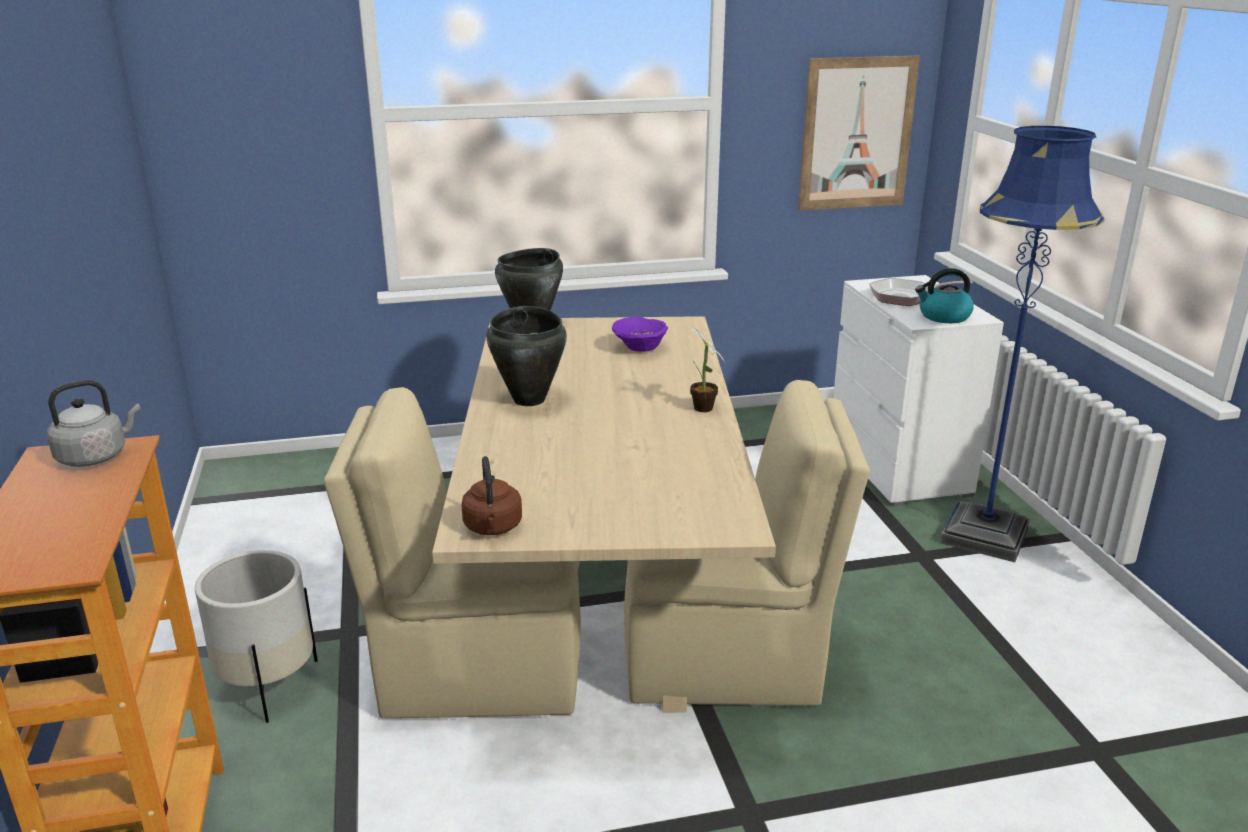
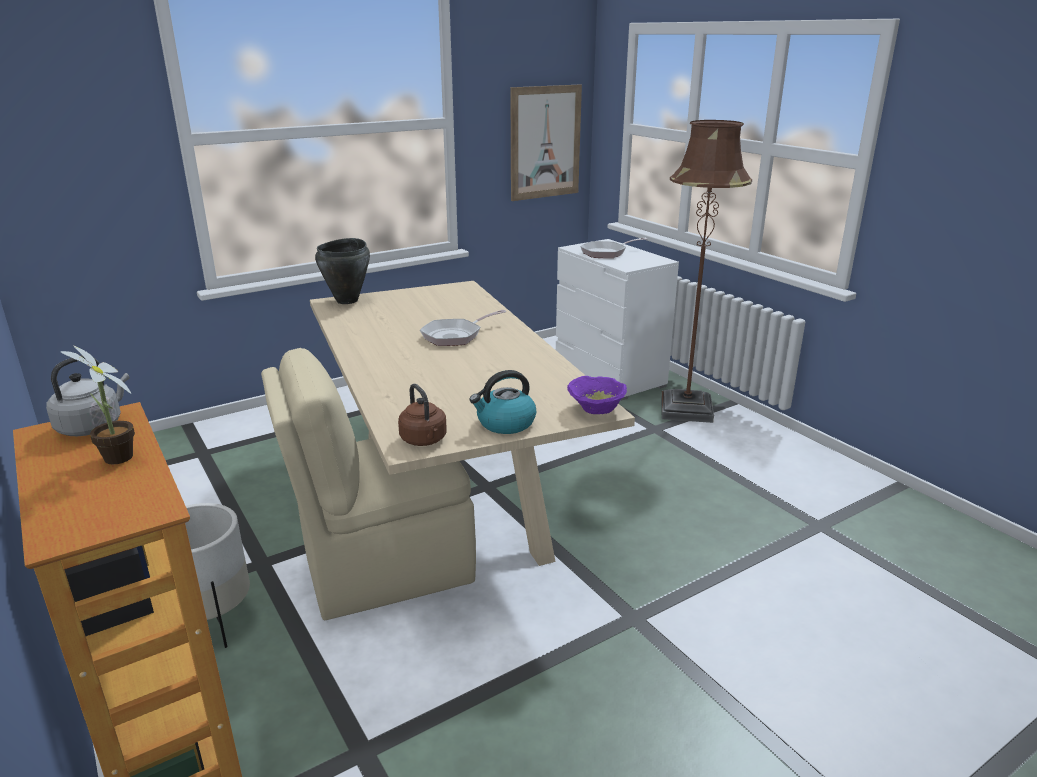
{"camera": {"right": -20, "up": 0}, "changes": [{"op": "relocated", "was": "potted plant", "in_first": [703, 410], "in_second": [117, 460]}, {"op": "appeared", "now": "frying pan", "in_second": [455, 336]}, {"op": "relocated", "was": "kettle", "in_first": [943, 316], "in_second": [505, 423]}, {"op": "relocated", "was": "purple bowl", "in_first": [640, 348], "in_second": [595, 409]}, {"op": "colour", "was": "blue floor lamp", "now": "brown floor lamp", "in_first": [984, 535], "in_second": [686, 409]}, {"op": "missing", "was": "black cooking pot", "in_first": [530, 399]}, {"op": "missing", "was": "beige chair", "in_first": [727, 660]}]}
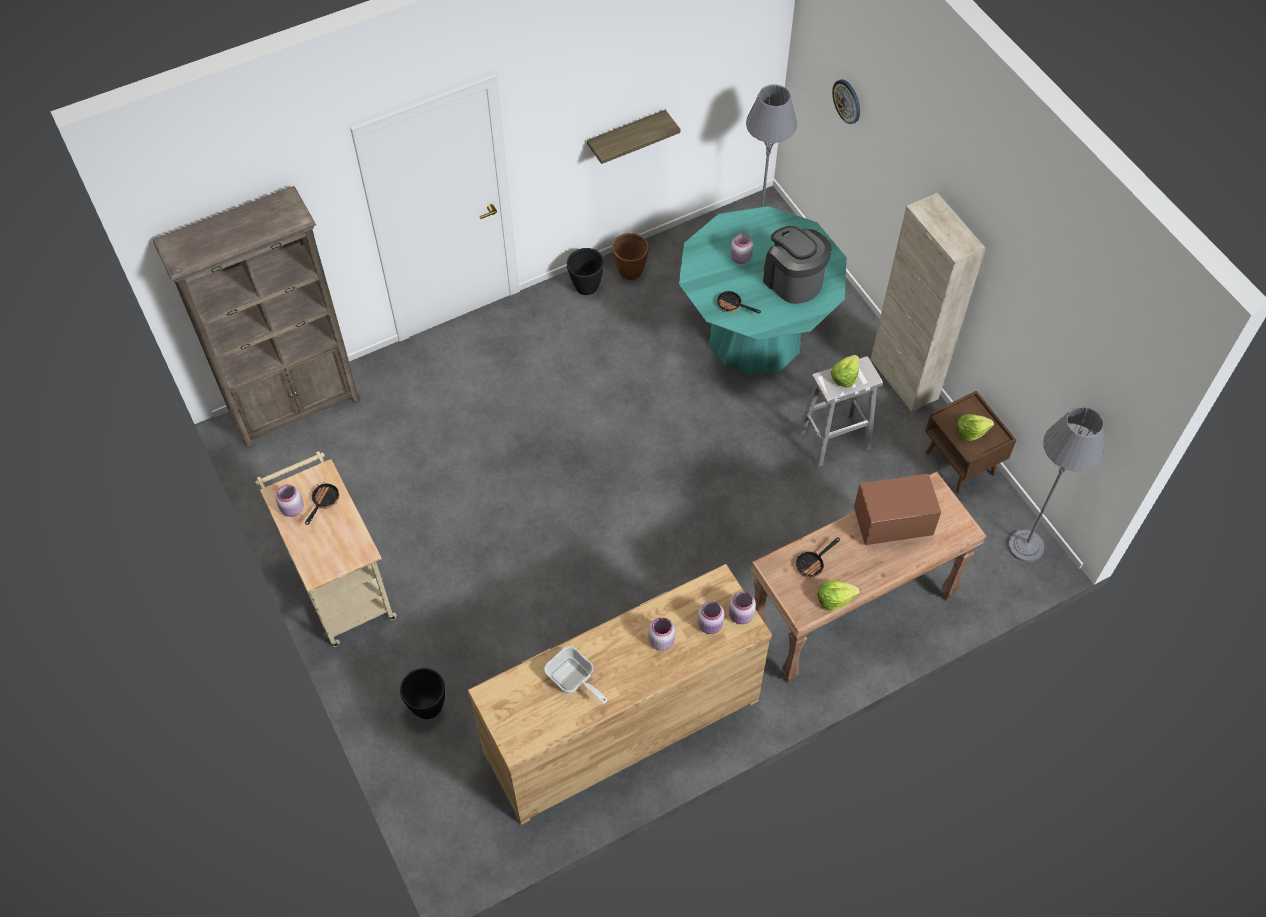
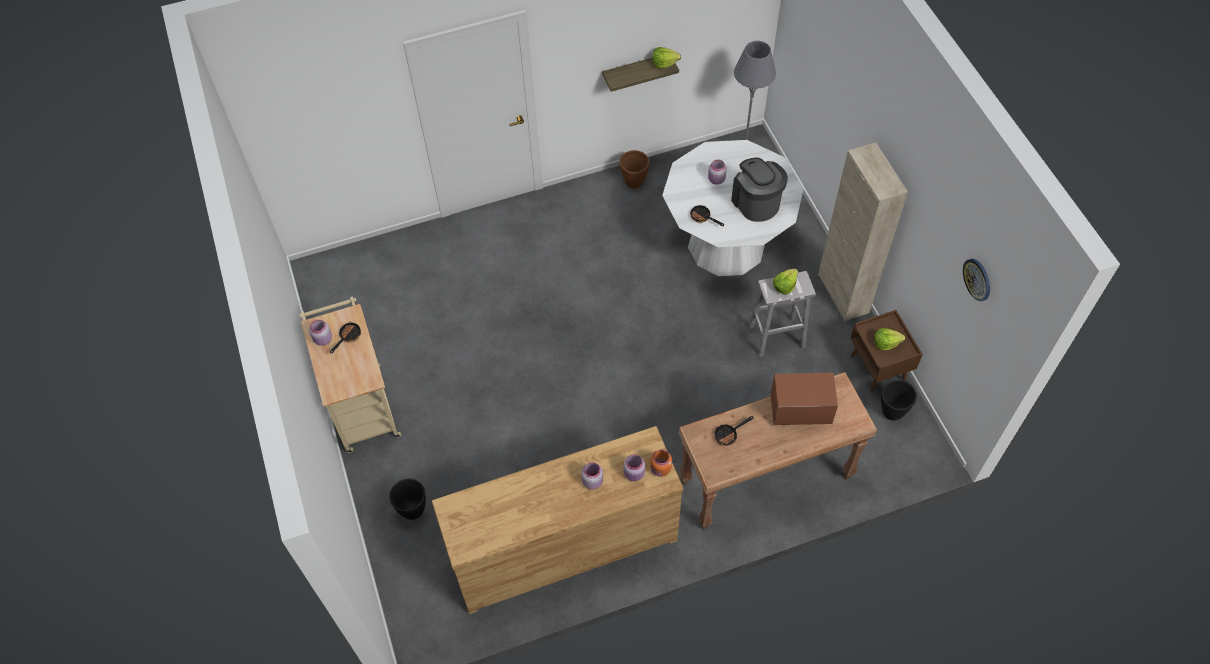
{"camera": {"right": 10, "up": 0}, "changes": [{"op": "colour", "was": "pink jar", "now": "orange jar", "in_first": [741, 616], "in_second": [660, 469]}, {"op": "relocated", "was": "lettuce", "in_first": [834, 599], "in_second": [664, 63]}, {"op": "colour", "was": "turquoise dining table", "now": "white dining table", "in_first": [755, 337], "in_second": [726, 245]}, {"op": "relocated", "was": "black planter", "in_first": [586, 287], "in_second": [892, 412]}, {"op": "relocated", "was": "wall clock", "in_first": [847, 101], "in_second": [977, 279]}, {"op": "missing", "was": "brown bookcase", "in_first": [296, 407]}, {"op": "missing", "was": "frying pan", "in_first": [573, 681]}, {"op": "missing", "was": "grey floor lamp", "in_first": [1025, 546]}]}
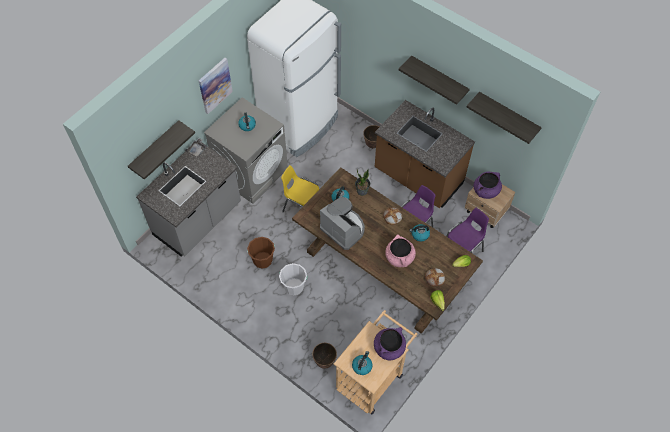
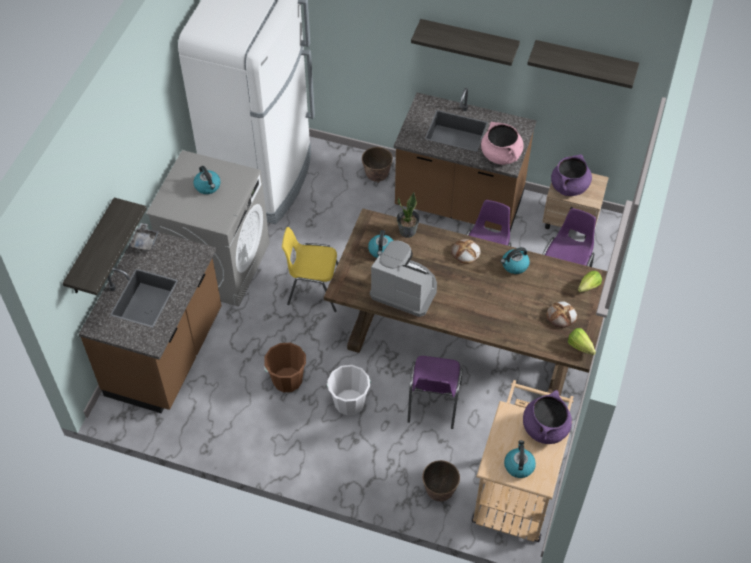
{"camera": {"right": -20, "up": -5}, "changes": [{"op": "colour", "was": "grey counter", "now": "brown counter", "in_first": [198, 220], "in_second": [166, 354]}, {"op": "appeared", "now": "purple chair", "in_second": [433, 404]}, {"op": "relocated", "was": "pink cooking pot", "in_first": [399, 257], "in_second": [501, 155]}, {"op": "missing", "was": "picture", "in_first": [215, 85]}]}
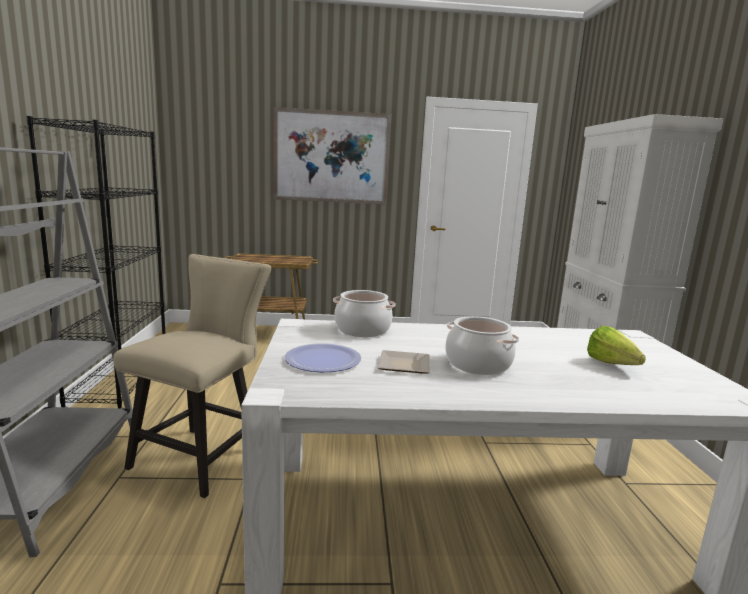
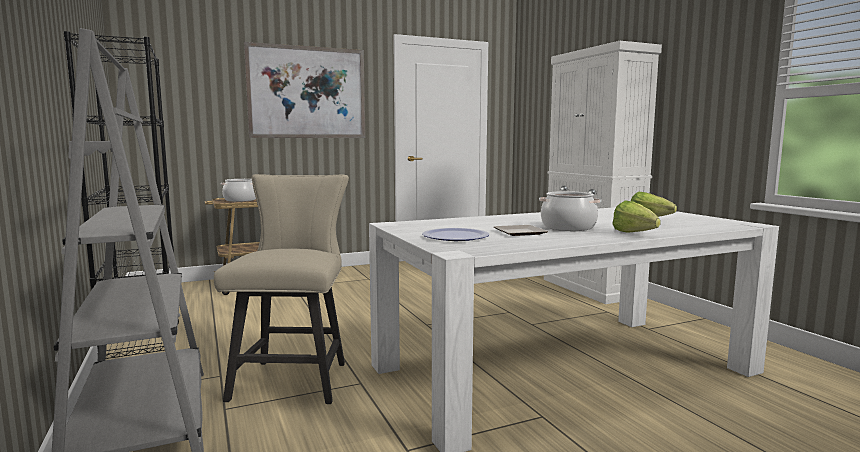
{"camera": {"right": -20, "up": -5}, "changes": [{"op": "relocated", "was": "cooking pot", "in_first": [362, 330], "in_second": [240, 200]}, {"op": "appeared", "now": "lettuce", "in_second": [636, 234]}]}
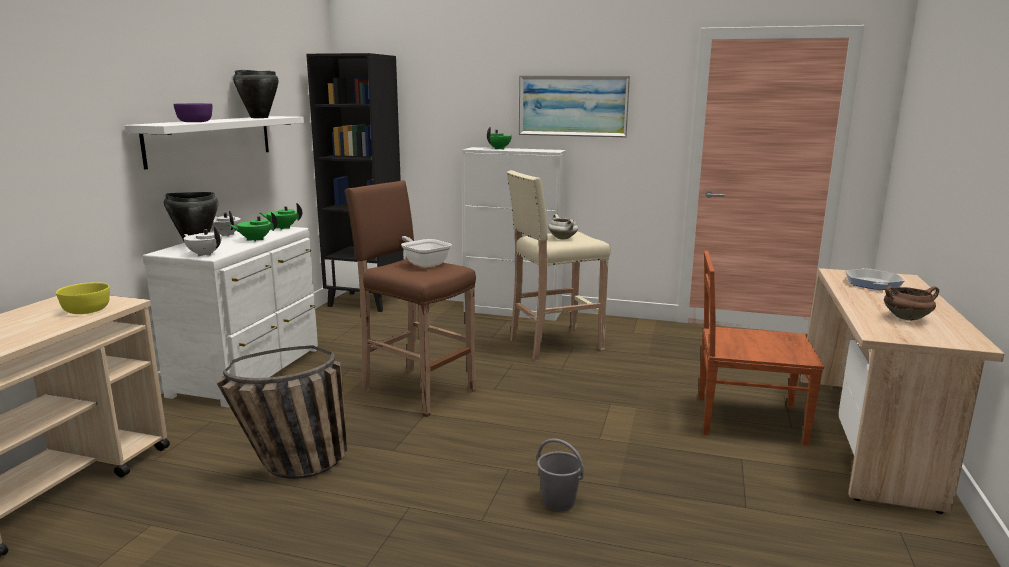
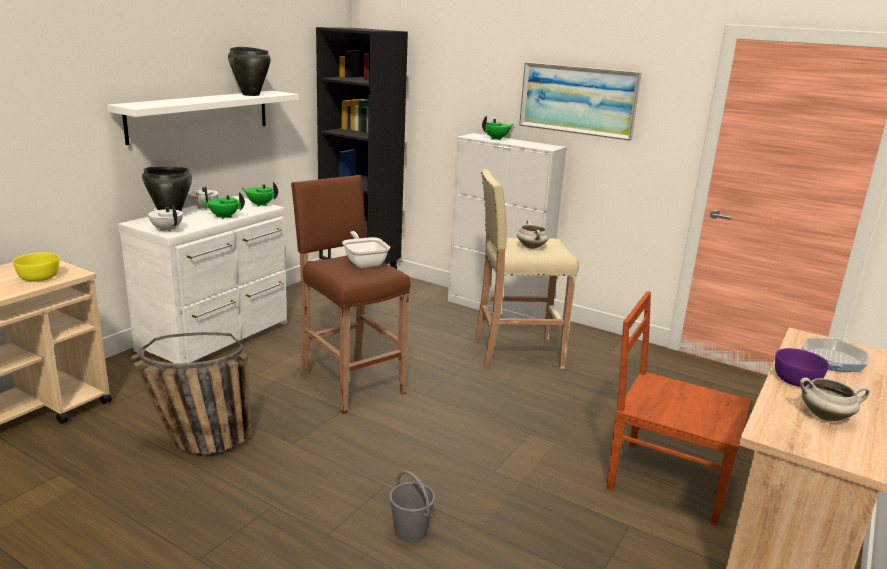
{"camera": {"right": 15, "up": 5}, "changes": [{"op": "relocated", "was": "purple bowl", "in_first": [194, 121], "in_second": [796, 380]}, {"op": "colour", "was": "brown cooking pot", "now": "white cooking pot", "in_first": [907, 318], "in_second": [826, 416]}]}
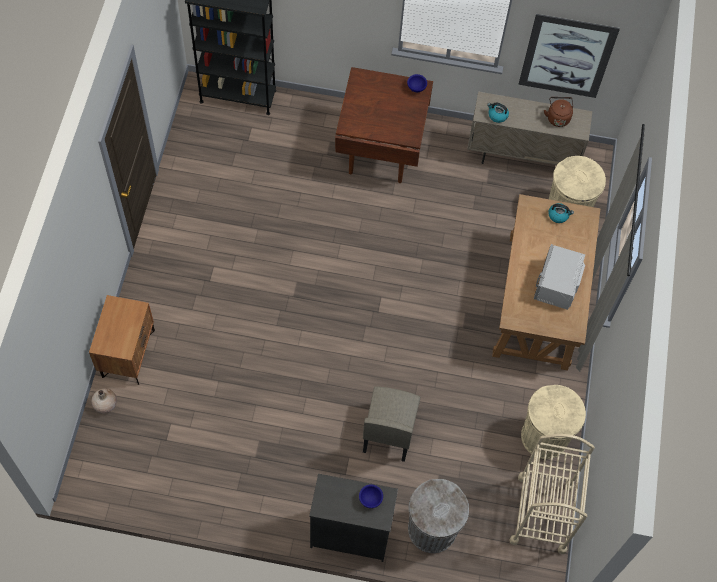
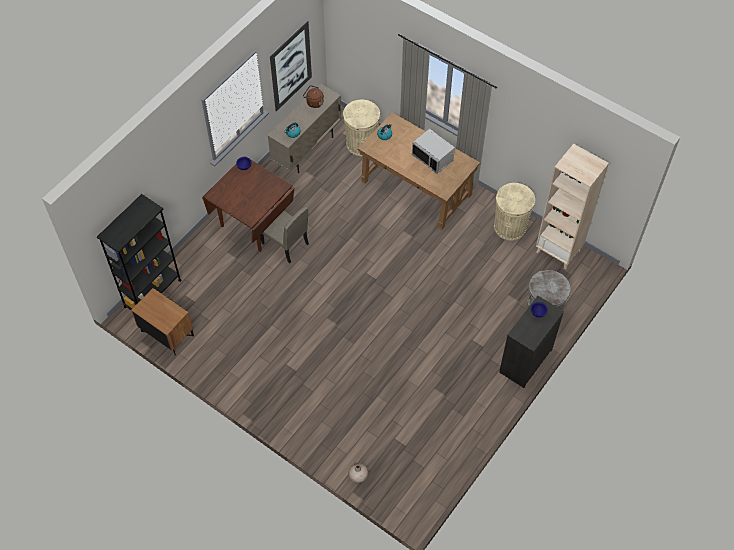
{"camera": {"right": -60, "up": -5}, "changes": [{"op": "relocated", "was": "brown nightstand", "in_first": [127, 353], "in_second": [167, 334]}, {"op": "relocated", "was": "beige chair", "in_first": [388, 432], "in_second": [285, 244]}, {"op": "exchanged", "was": "beige cart", "now": "beige bookcase", "in_first": [542, 513], "in_second": [559, 251]}]}
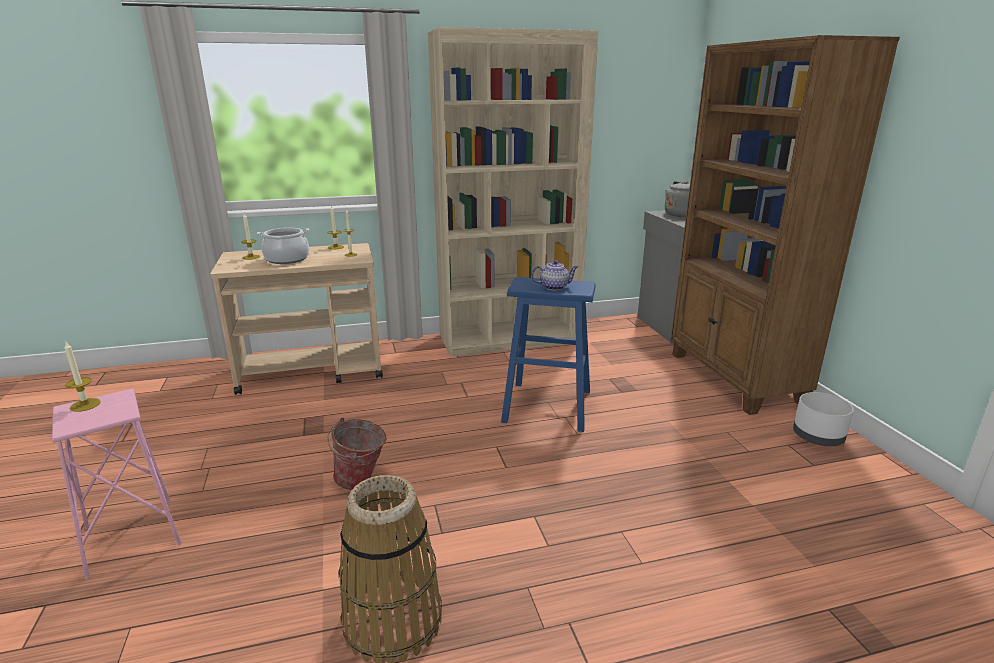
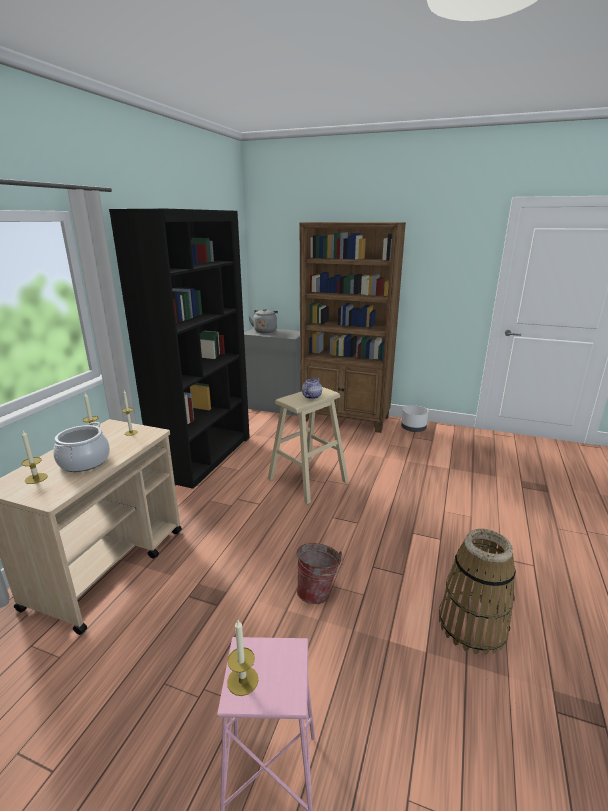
{"camera": {"right": -55, "up": 0}, "changes": [{"op": "colour", "was": "beige bookcase", "now": "black bookcase", "in_first": [509, 338], "in_second": [204, 456]}, {"op": "colour", "was": "blue stool", "now": "beige stool", "in_first": [548, 405], "in_second": [307, 480]}]}
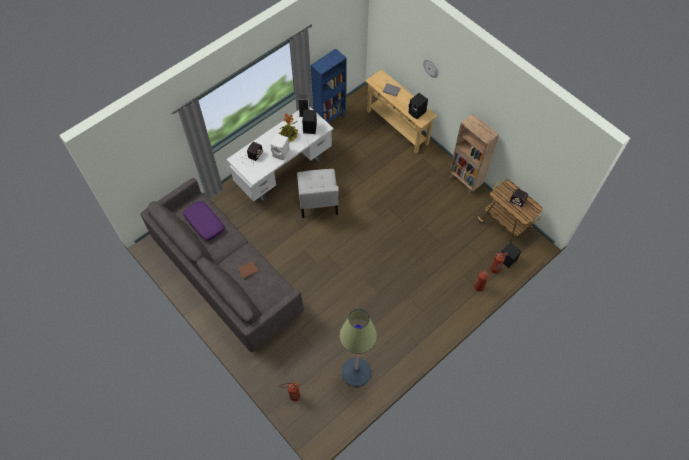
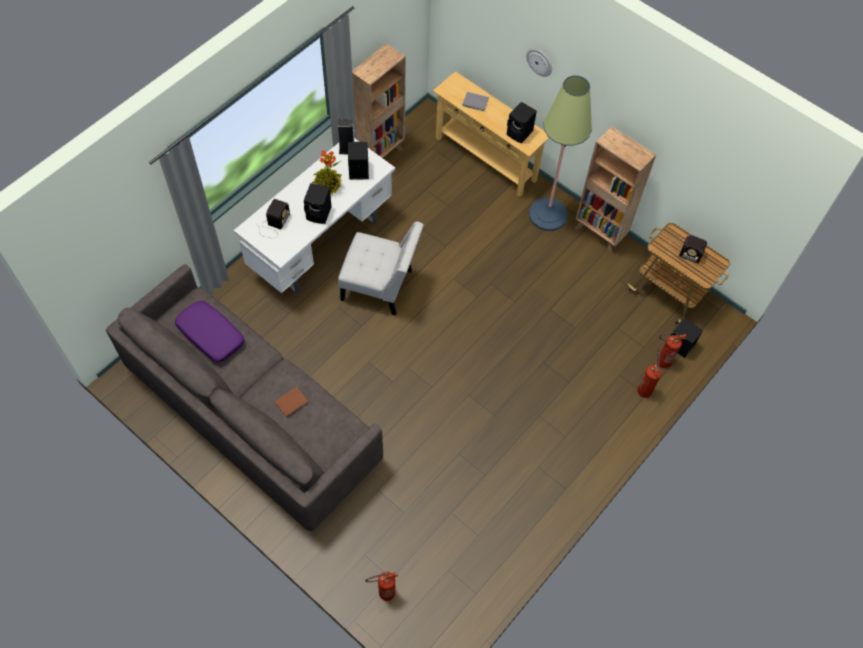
{"camera": {"right": -10, "up": 0}, "changes": [{"op": "colour", "was": "white speaker", "now": "black speaker", "in_first": [281, 153], "in_second": [319, 213]}, {"op": "spun", "was": "white chair", "in_first": [318, 203], "in_second": [381, 287], "clockwise": -60}, {"op": "colour", "was": "blue bookcase", "now": "brown bookcase", "in_first": [330, 118], "in_second": [381, 154]}, {"op": "relocated", "was": "floor lamp", "in_first": [356, 372], "in_second": [548, 214]}]}
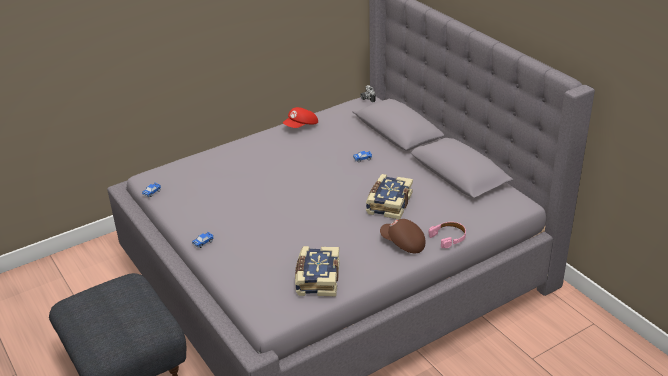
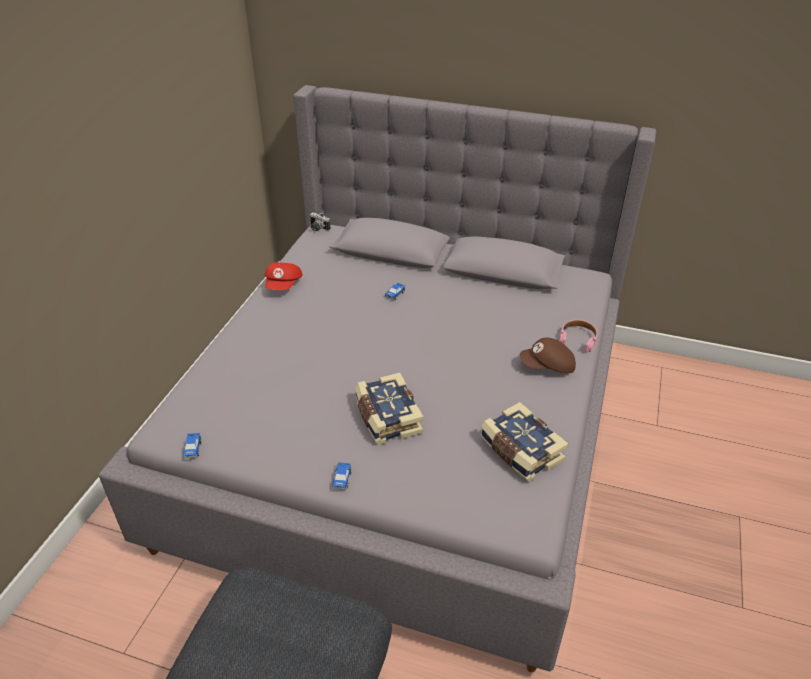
{"camera": {"right": -40, "up": 5}, "changes": [{"op": "relocated", "was": "book", "in_first": [388, 204], "in_second": [387, 418]}]}
